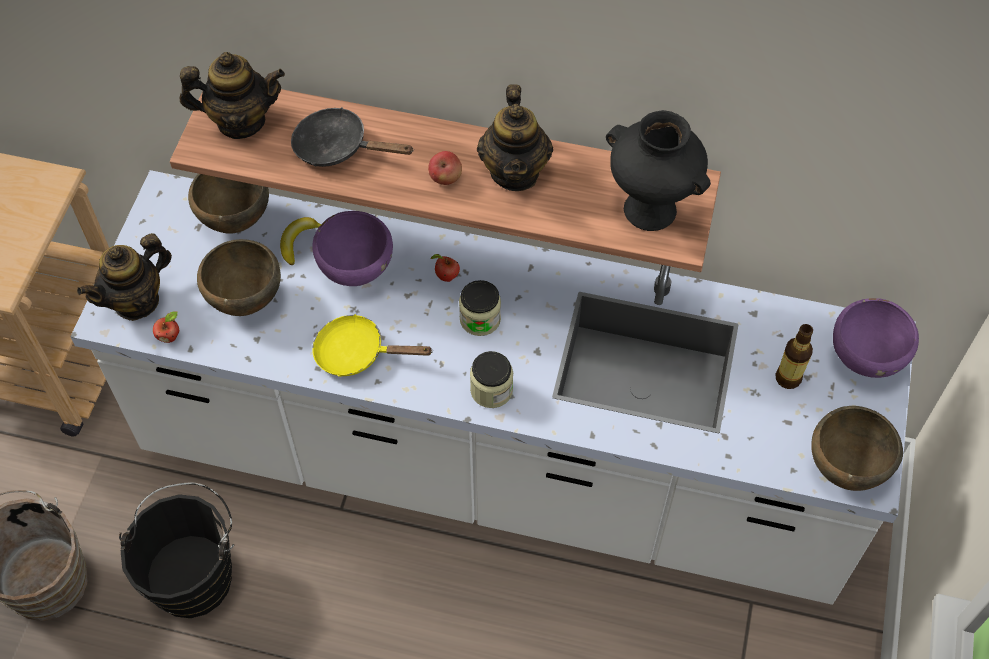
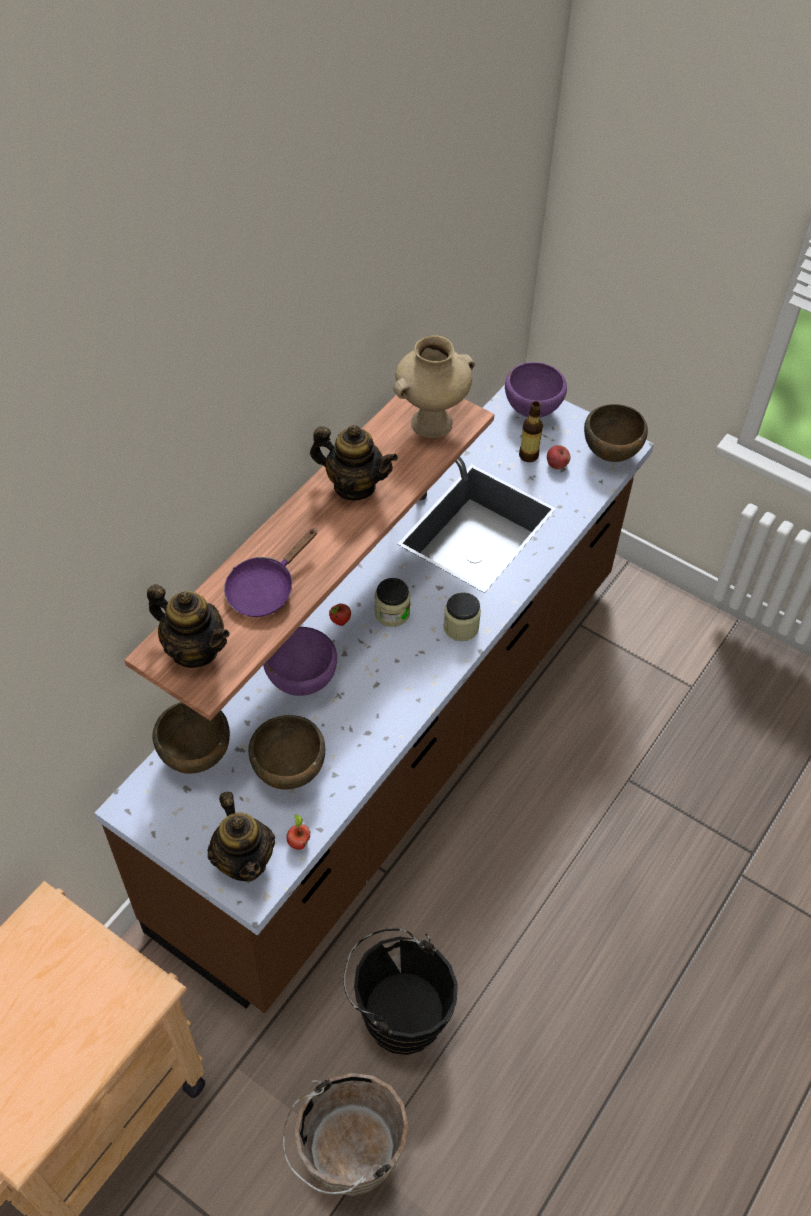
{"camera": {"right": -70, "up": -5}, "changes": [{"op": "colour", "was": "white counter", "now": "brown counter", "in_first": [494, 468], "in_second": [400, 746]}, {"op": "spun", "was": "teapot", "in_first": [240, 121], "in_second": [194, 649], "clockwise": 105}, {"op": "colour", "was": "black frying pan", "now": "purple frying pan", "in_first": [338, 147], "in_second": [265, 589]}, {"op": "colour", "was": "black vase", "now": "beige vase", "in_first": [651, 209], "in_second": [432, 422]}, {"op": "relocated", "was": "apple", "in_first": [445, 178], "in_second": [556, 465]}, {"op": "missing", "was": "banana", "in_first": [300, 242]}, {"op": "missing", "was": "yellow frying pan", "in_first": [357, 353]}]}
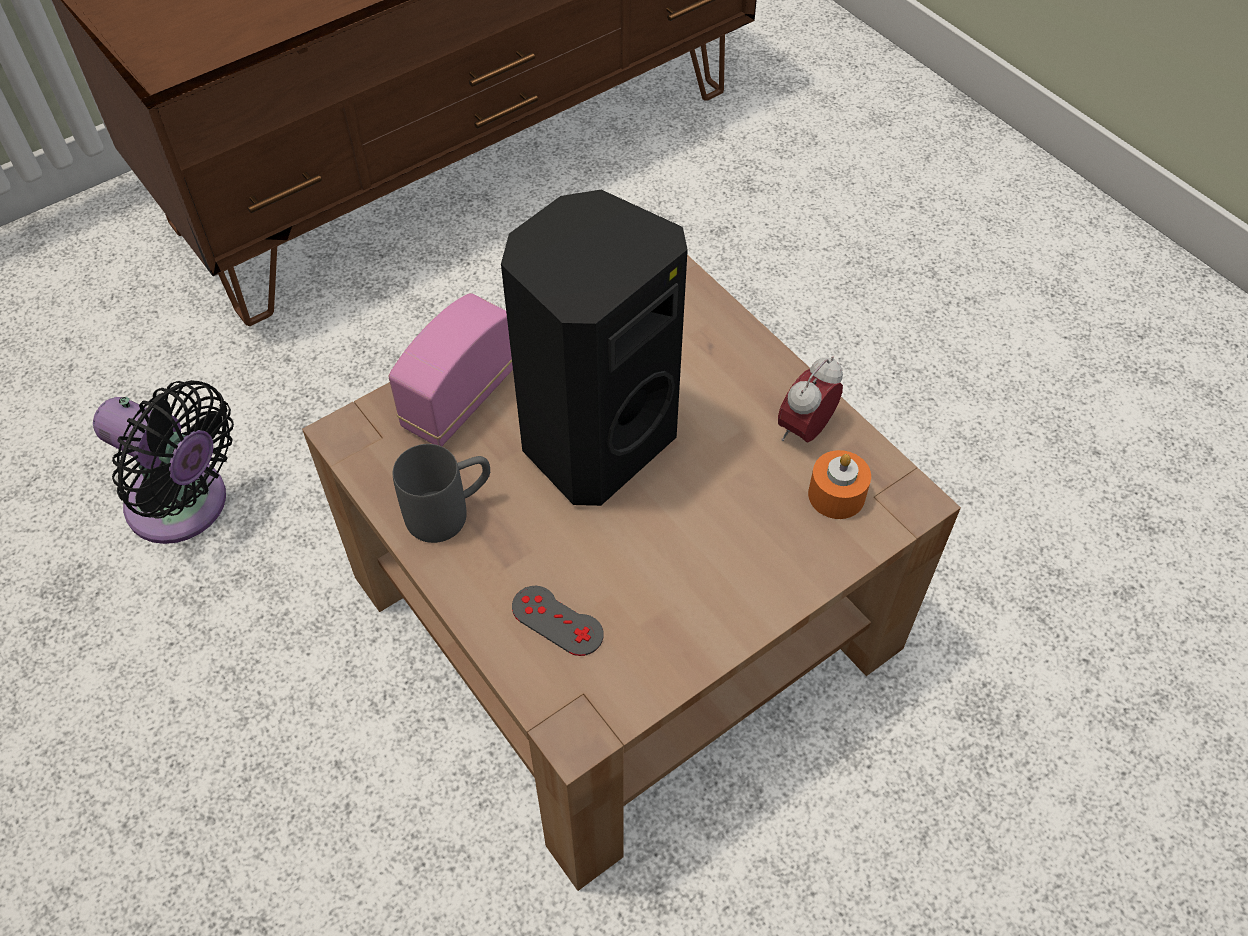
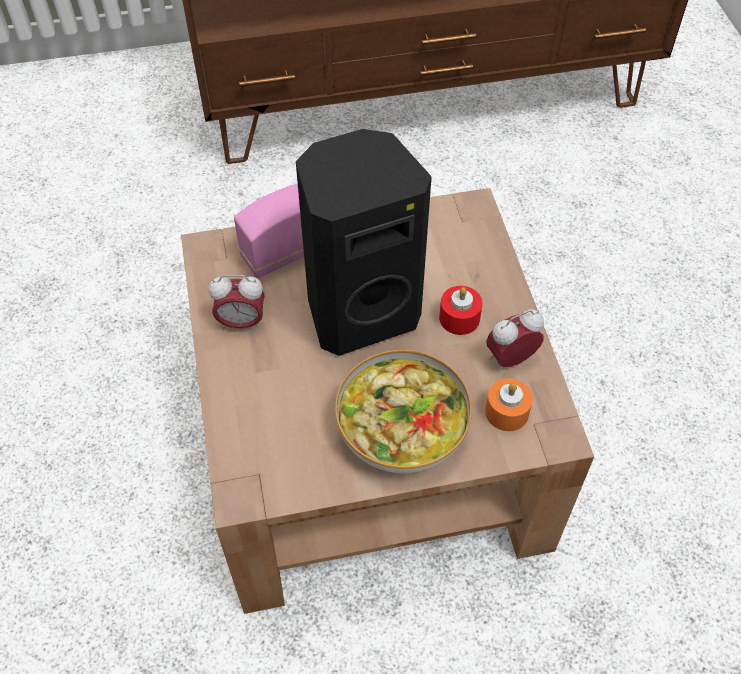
{"camera": {"right": 25, "up": 0}, "changes": [{"op": "exchanged", "was": "grey mug", "now": "alarm clock", "in_first": [450, 511], "in_second": [241, 322]}, {"op": "appeared", "now": "bowl", "in_second": [402, 428]}, {"op": "appeared", "now": "red candle", "in_second": [459, 318]}, {"op": "missing", "was": "black fan", "in_first": [185, 506]}, {"op": "missing", "was": "grey game controller", "in_first": [557, 621]}]}
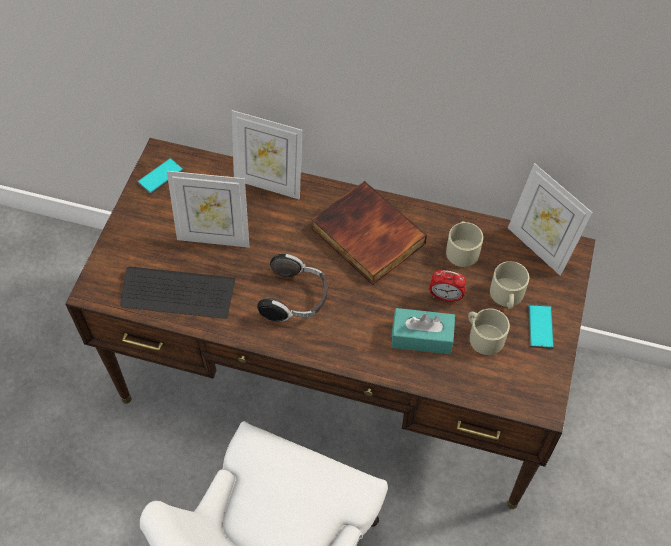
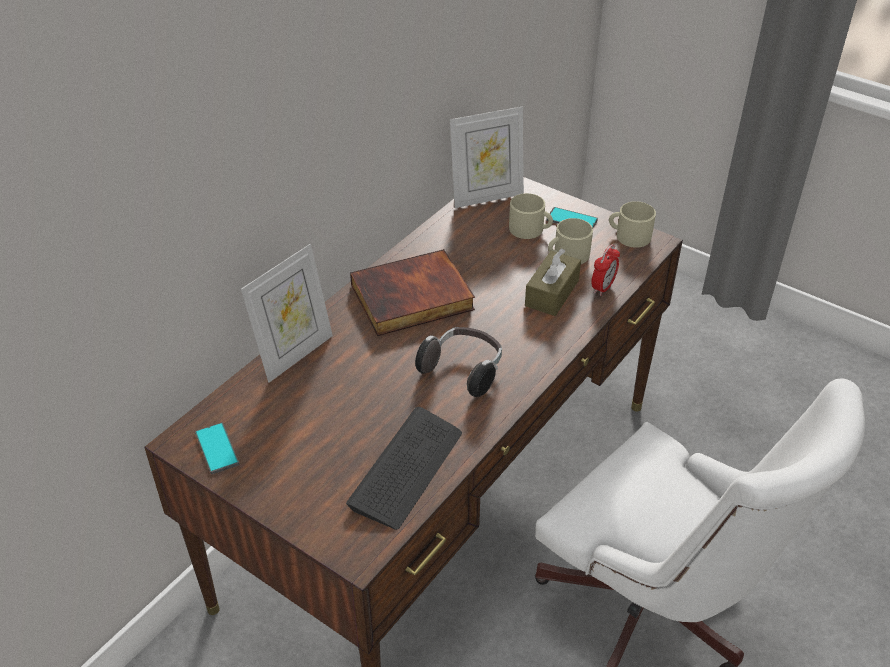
{"camera": {"right": -70, "up": -15}, "changes": [{"op": "colour", "was": "turquoise tissue box", "now": "brown tissue box", "in_first": [422, 337], "in_second": [552, 293]}, {"op": "relocated", "was": "alarm clock", "in_first": [445, 297], "in_second": [603, 287]}, {"op": "relocated", "was": "beige mug", "in_first": [462, 249], "in_second": [629, 236]}, {"op": "missing", "was": "picture frame", "in_first": [214, 237]}]}
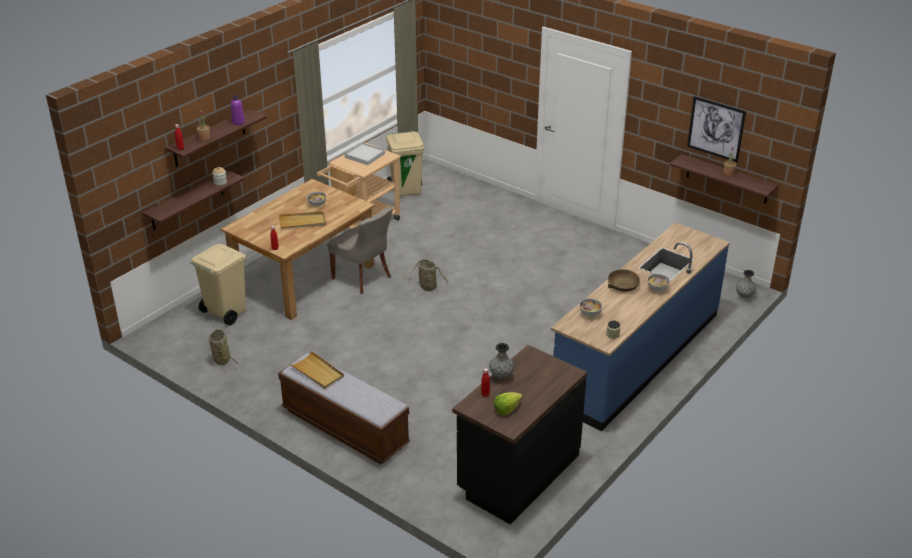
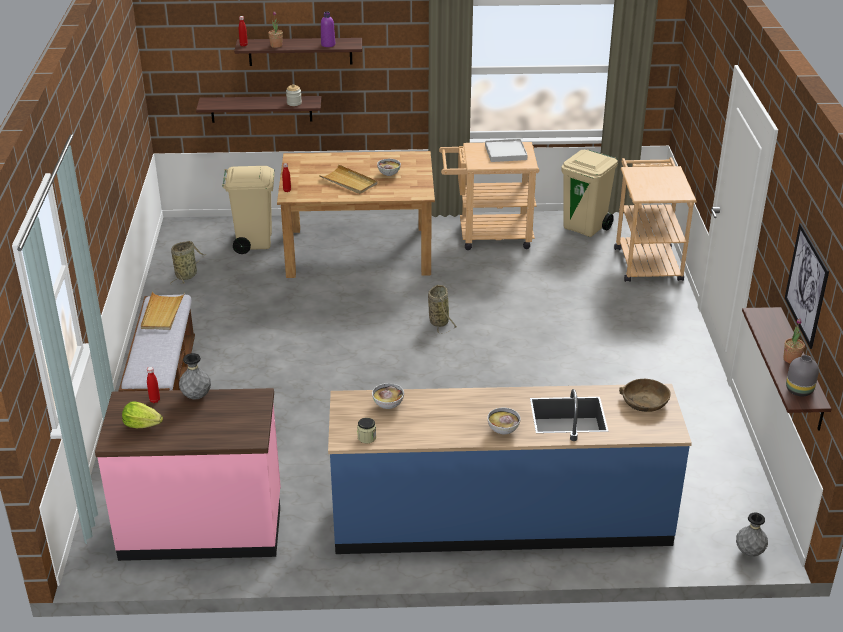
{"camera": {"right": 50, "up": 0}, "changes": [{"op": "colour", "was": "black counter", "now": "pink counter", "in_first": [517, 473], "in_second": [202, 527]}, {"op": "appeared", "now": "beige cart", "in_second": [646, 260]}, {"op": "relocated", "was": "brown bowl", "in_first": [623, 285], "in_second": [644, 402]}, {"op": "appeared", "now": "grey vase", "in_second": [798, 390]}, {"op": "missing", "was": "grey chair", "in_first": [363, 278]}]}
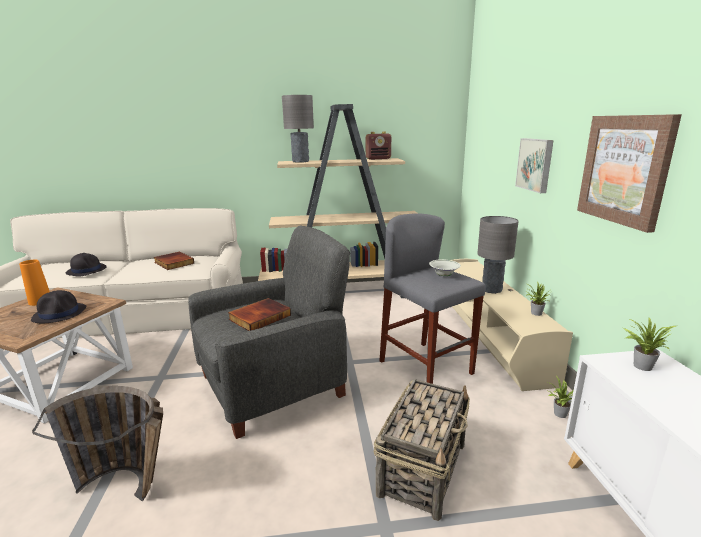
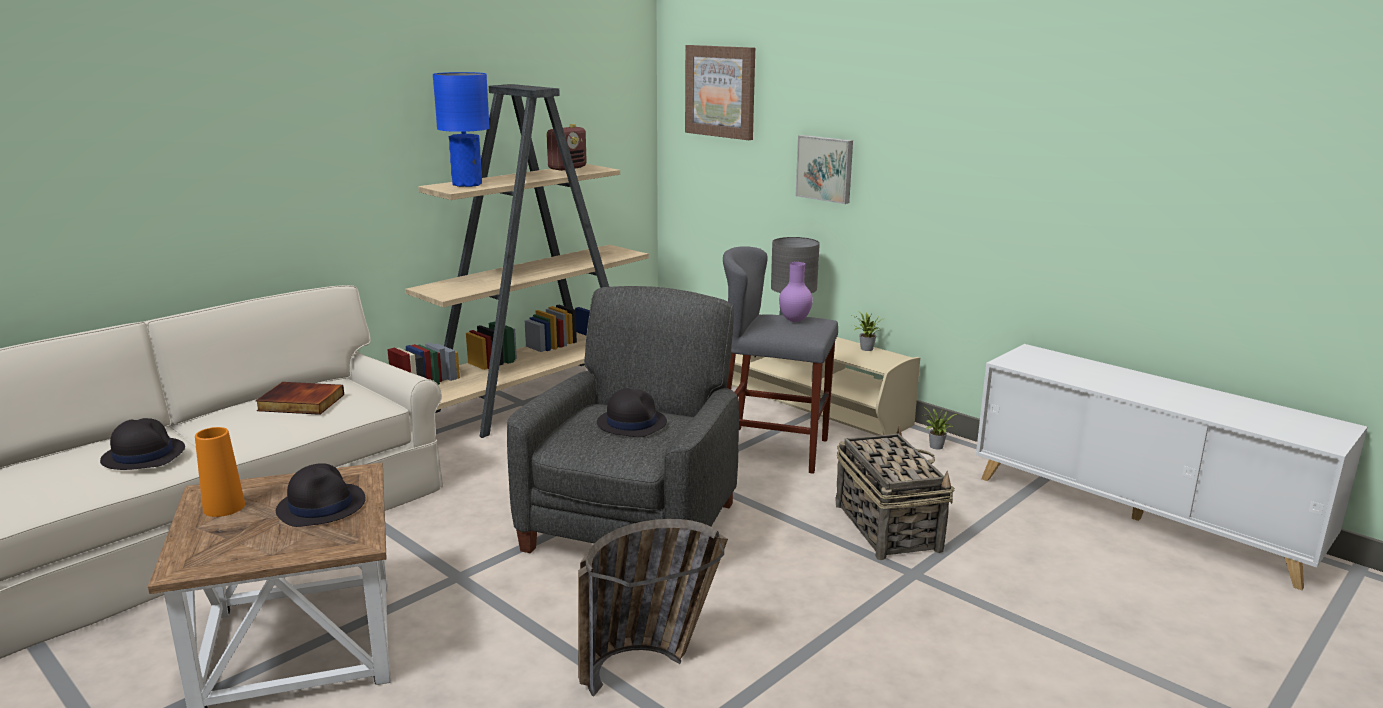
{"camera": {"right": -40, "up": 0}, "changes": [{"op": "colour", "was": "grey table lamp", "now": "blue table lamp", "in_first": [300, 161], "in_second": [467, 184]}, {"op": "exchanged", "was": "book", "now": "black hat", "in_first": [259, 317], "in_second": [631, 423]}, {"op": "relocated", "was": "picture", "in_first": [624, 169], "in_second": [720, 91]}, {"op": "exchanged", "was": "white bowl", "now": "purple vase", "in_first": [443, 275], "in_second": [794, 320]}, {"op": "missing", "was": "potted plant", "in_first": [640, 365]}]}
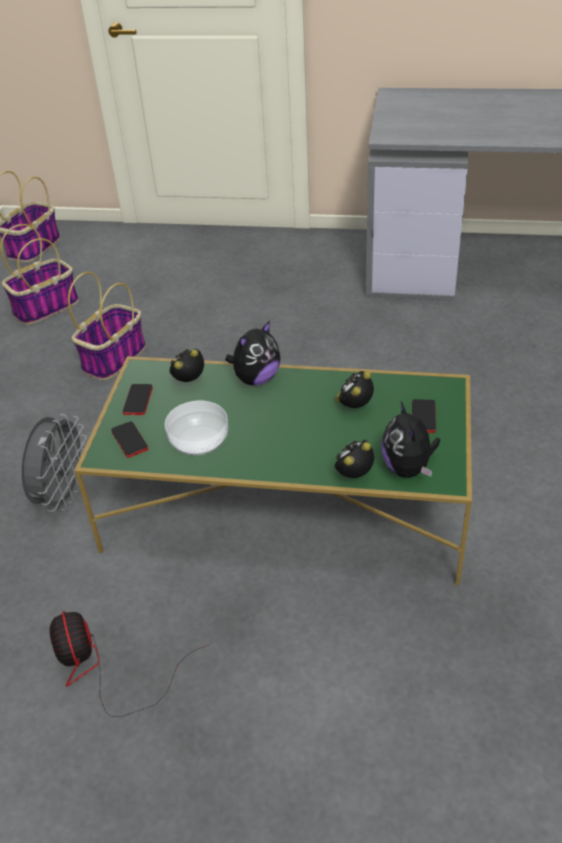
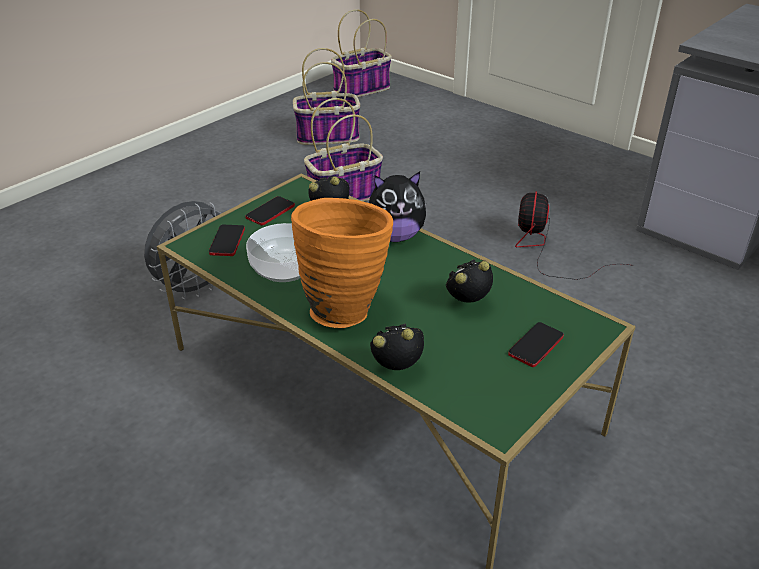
{"camera": {"right": 30, "up": -5}, "changes": [{"op": "appeared", "now": "orange vase", "in_second": [344, 308]}, {"op": "relocated", "was": "fan", "in_first": [103, 669], "in_second": [545, 249]}, {"op": "missing", "was": "plush toy", "in_first": [408, 468]}]}
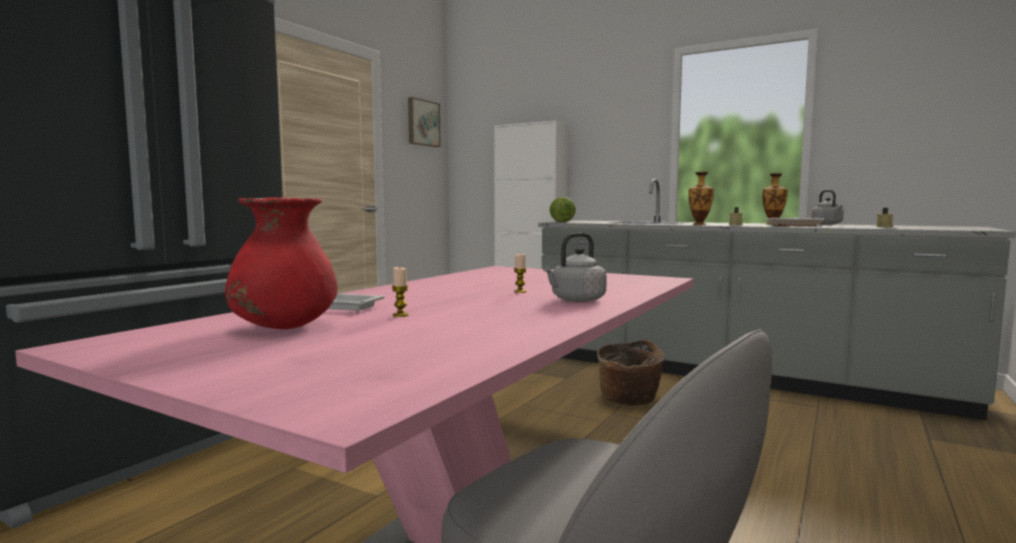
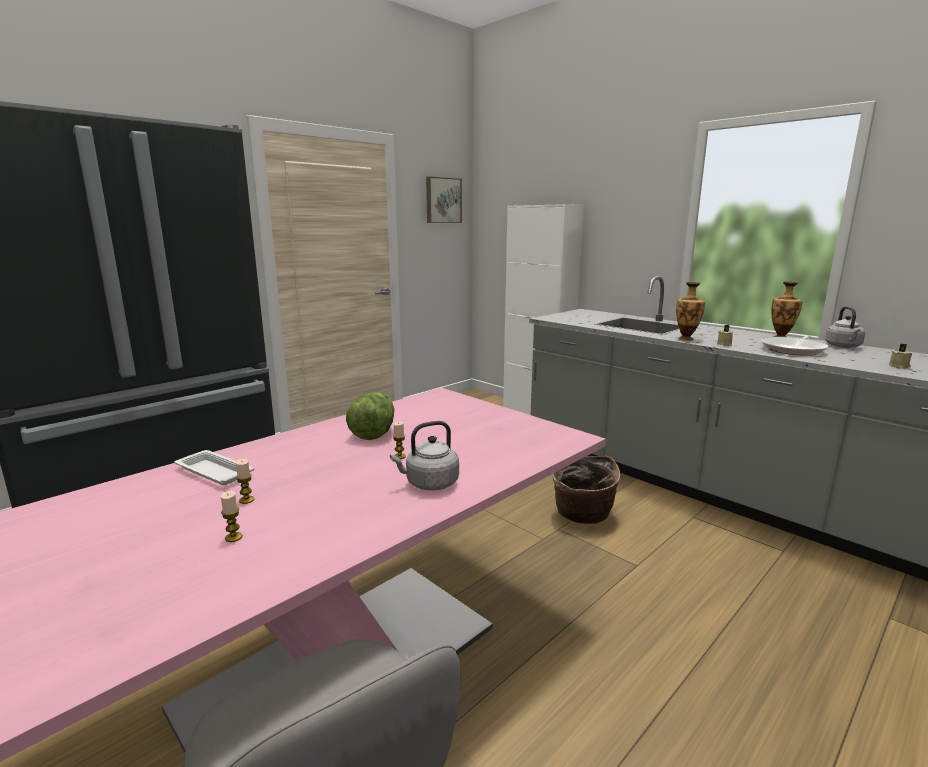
{"camera": {"right": 15, "up": 10}, "changes": [{"op": "appeared", "now": "candle", "in_second": [233, 537]}, {"op": "relocated", "was": "lettuce", "in_first": [560, 222], "in_second": [374, 433]}, {"op": "missing", "was": "red vase", "in_first": [284, 327]}]}
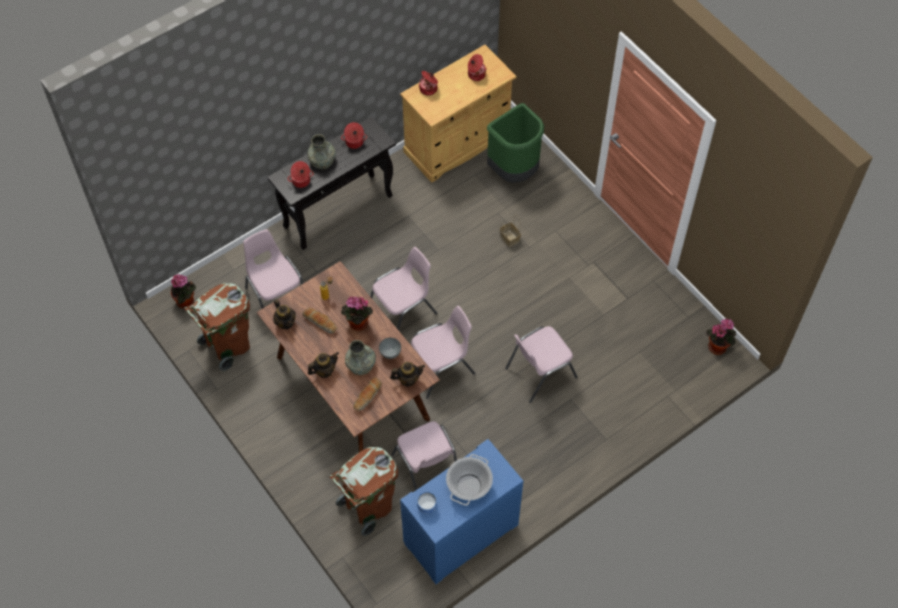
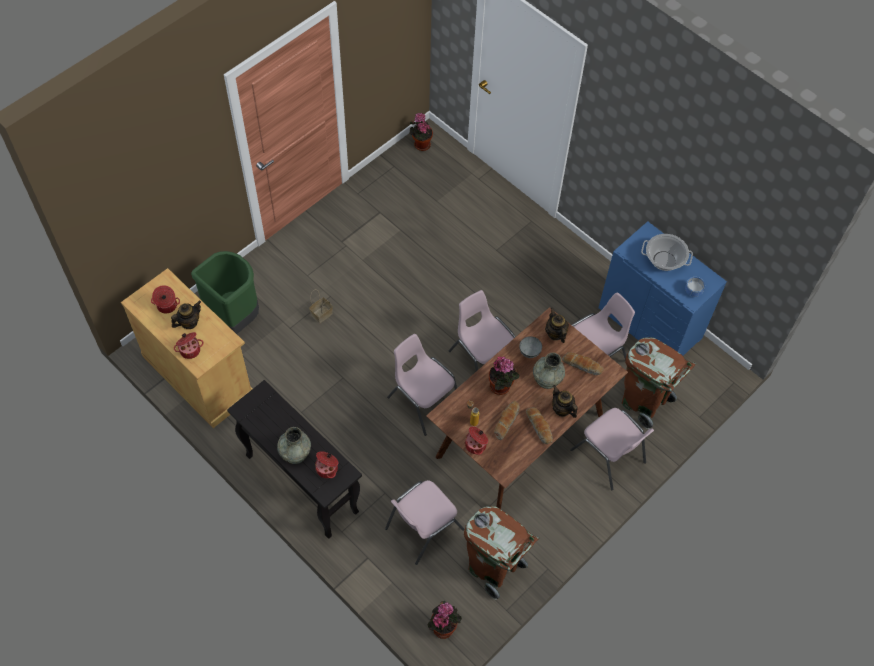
{"camera": {"right": -100, "up": 0}, "changes": [{"op": "relocated", "was": "teapot", "in_first": [285, 322], "in_second": [189, 322]}, {"op": "relocated", "was": "cooking pot", "in_first": [354, 142], "in_second": [476, 445]}, {"op": "appeared", "now": "bread", "in_second": [539, 427]}, {"op": "relocated", "was": "pink chair", "in_first": [539, 372], "in_second": [609, 457]}]}
